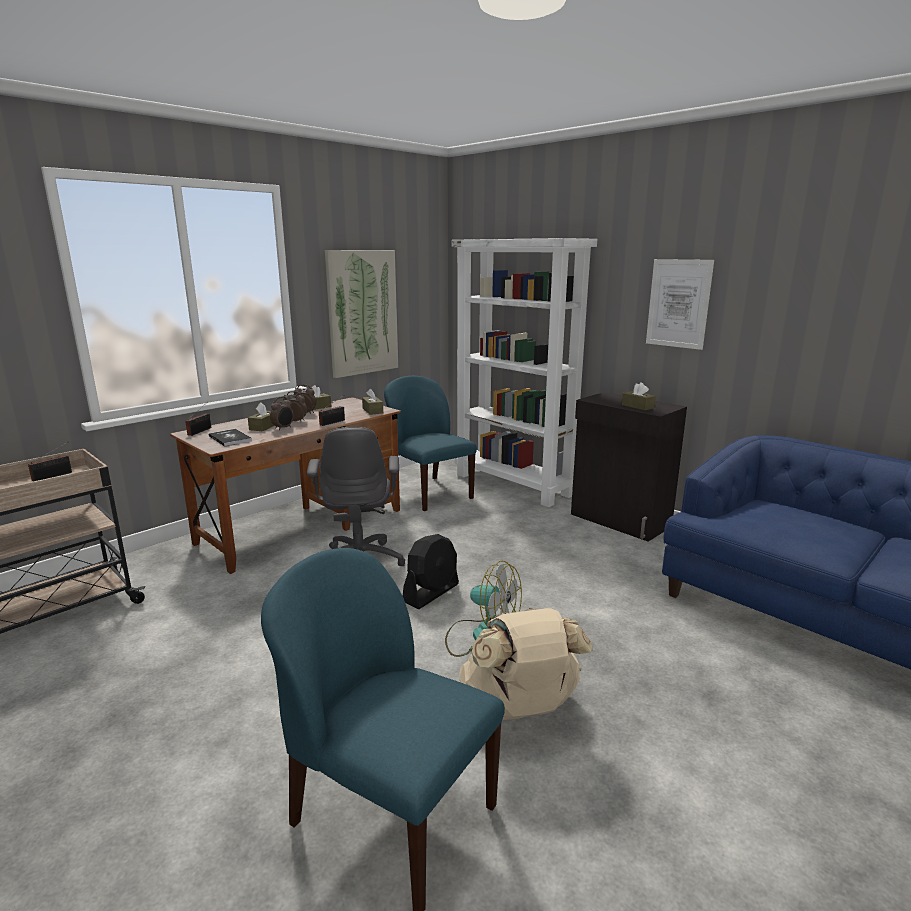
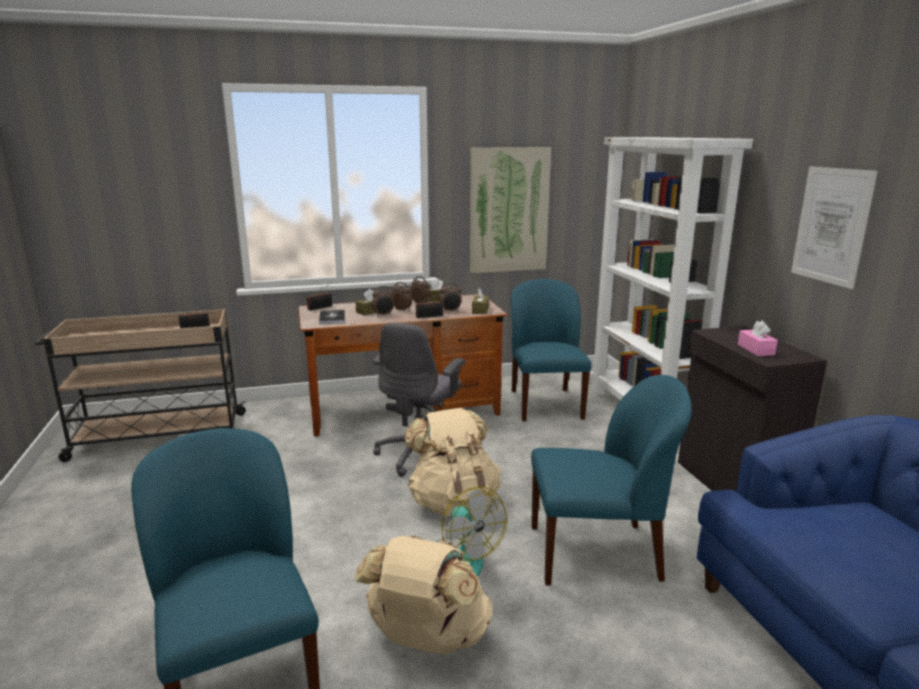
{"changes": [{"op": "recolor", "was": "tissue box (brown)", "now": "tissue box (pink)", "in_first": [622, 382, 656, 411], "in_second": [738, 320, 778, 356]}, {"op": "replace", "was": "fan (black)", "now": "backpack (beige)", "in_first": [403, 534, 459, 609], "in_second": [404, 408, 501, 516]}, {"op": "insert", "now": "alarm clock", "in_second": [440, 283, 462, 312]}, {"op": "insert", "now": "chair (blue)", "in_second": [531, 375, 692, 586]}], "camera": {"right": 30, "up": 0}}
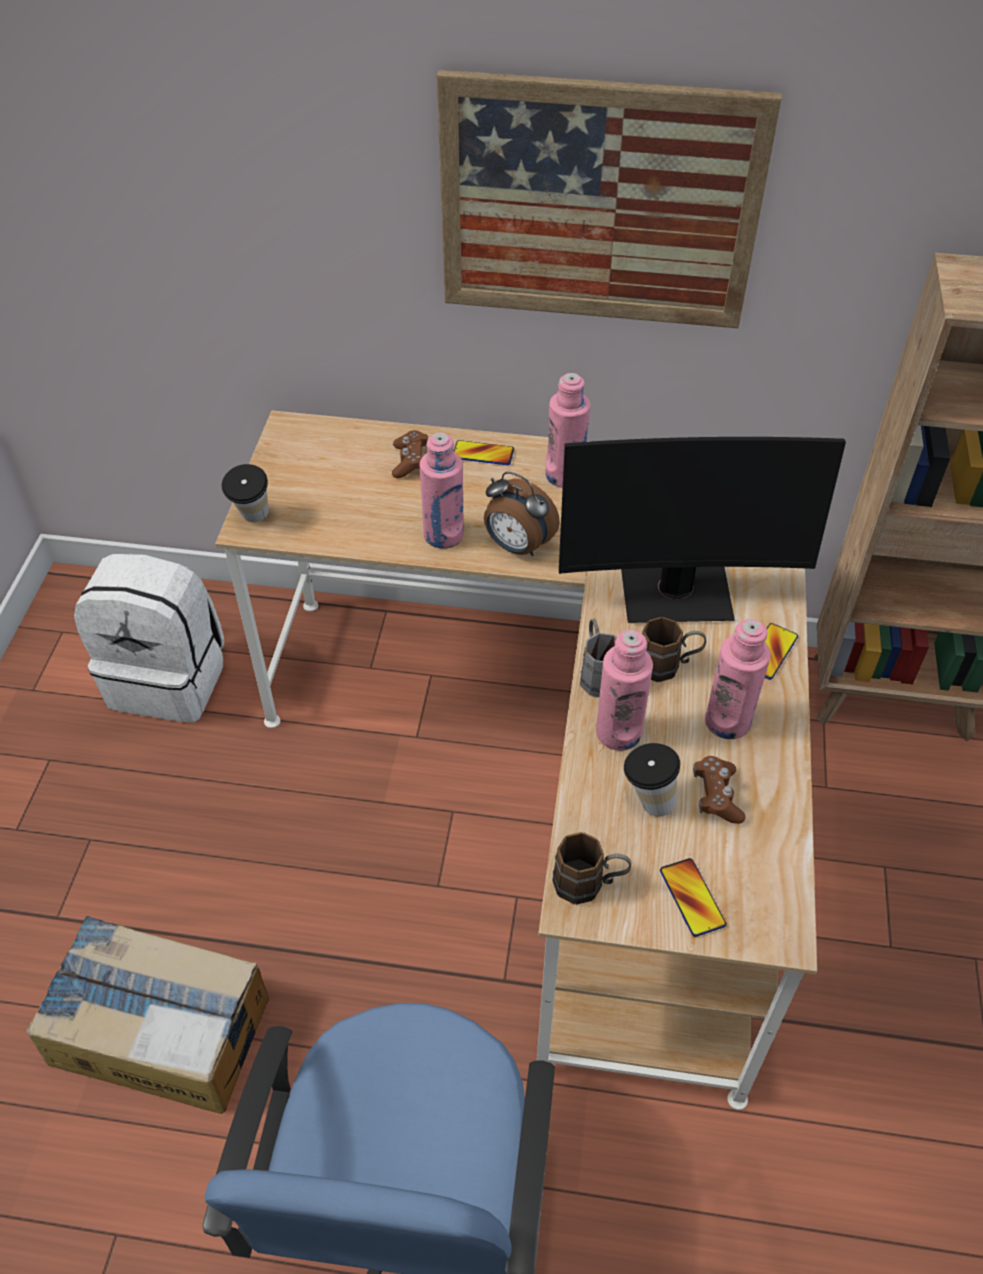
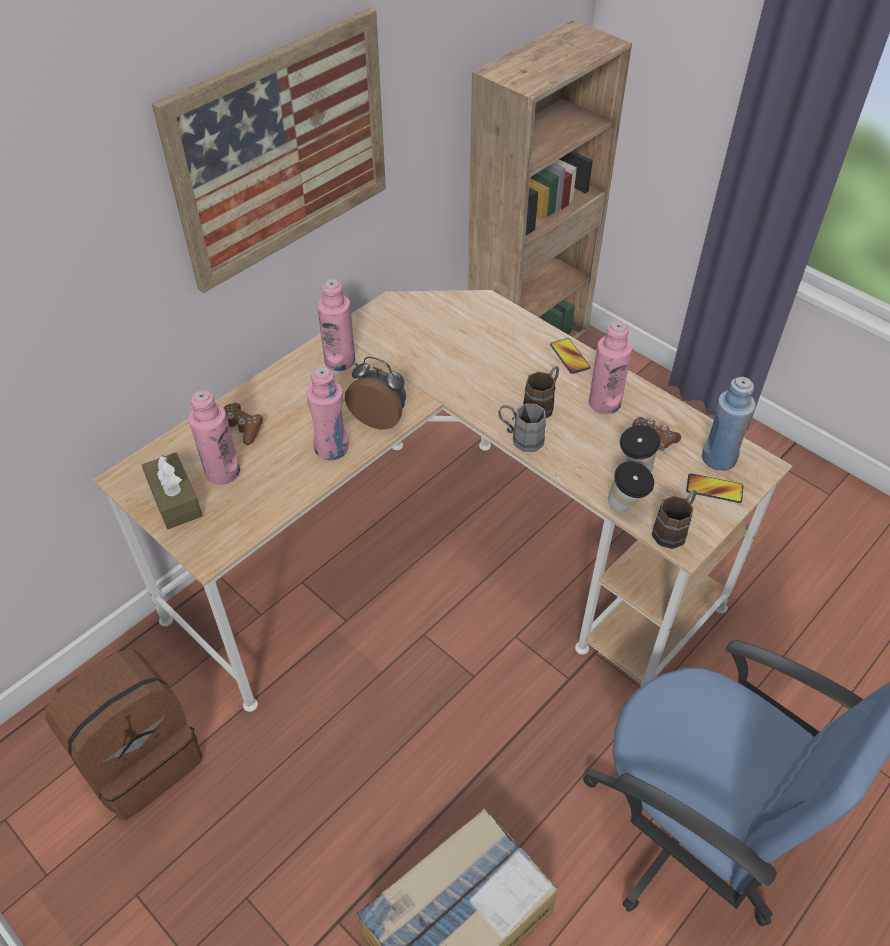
{"changes": [{"op": "delete", "was": "monitor", "in_first": [559, 437, 846, 623]}, {"op": "delete", "was": "phone", "in_first": [454, 440, 514, 465]}, {"op": "move", "was": "cup", "in_first": [222, 464, 269, 522], "in_second": [608, 461, 654, 512]}, {"op": "rotate", "was": "alarm clock", "in_first": [484, 472, 560, 556], "in_second": [345, 356, 406, 429], "clockwise": -135}, {"op": "recolor", "was": "backpack (white)", "now": "backpack (brown)", "in_first": [74, 554, 224, 723], "in_second": [45, 649, 202, 820]}, {"op": "move", "was": "bottle (pink)", "in_first": [596, 630, 653, 751], "in_second": [188, 390, 240, 485]}, {"op": "insert", "now": "bottle (blue)", "in_second": [702, 377, 756, 471]}, {"op": "insert", "now": "tissue box (brown)", "in_second": [142, 452, 203, 529]}], "camera": {"right": -55, "up": 0}}
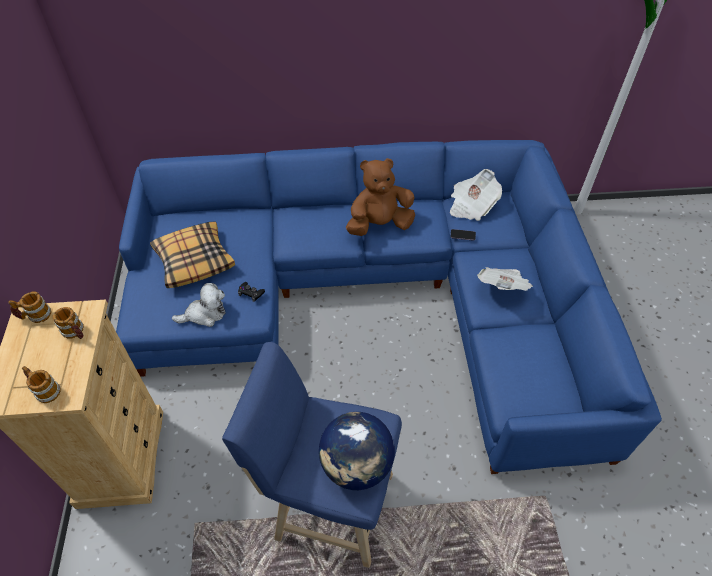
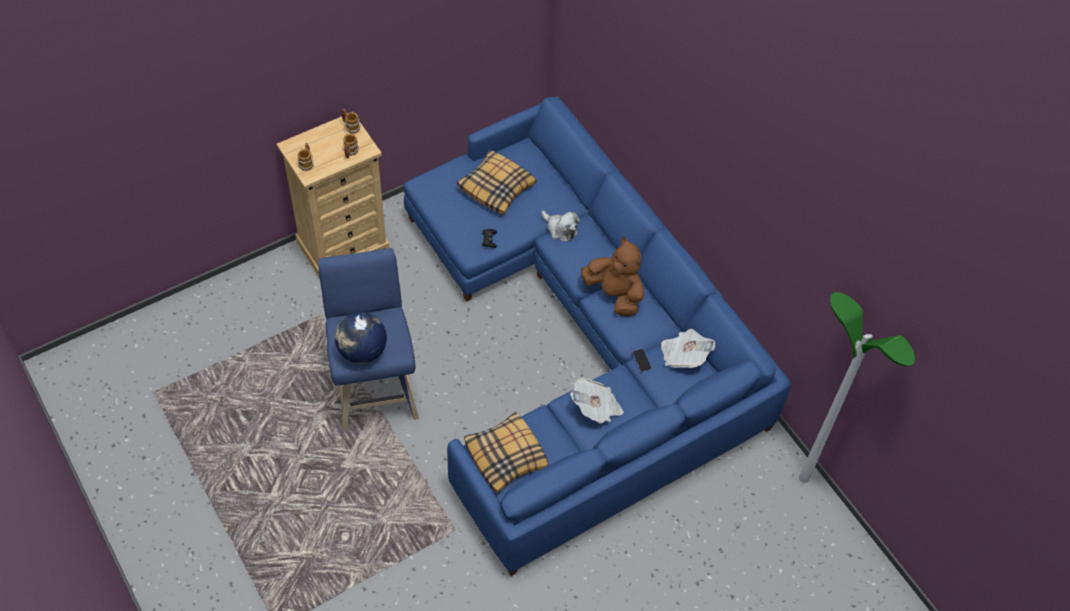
{"changes": [{"op": "move", "was": "plush toy", "in_first": [172, 283, 226, 327], "in_second": [542, 210, 580, 241]}, {"op": "insert", "now": "pillow", "in_second": [464, 412, 549, 493]}], "camera": {"right": 60, "up": 5}}
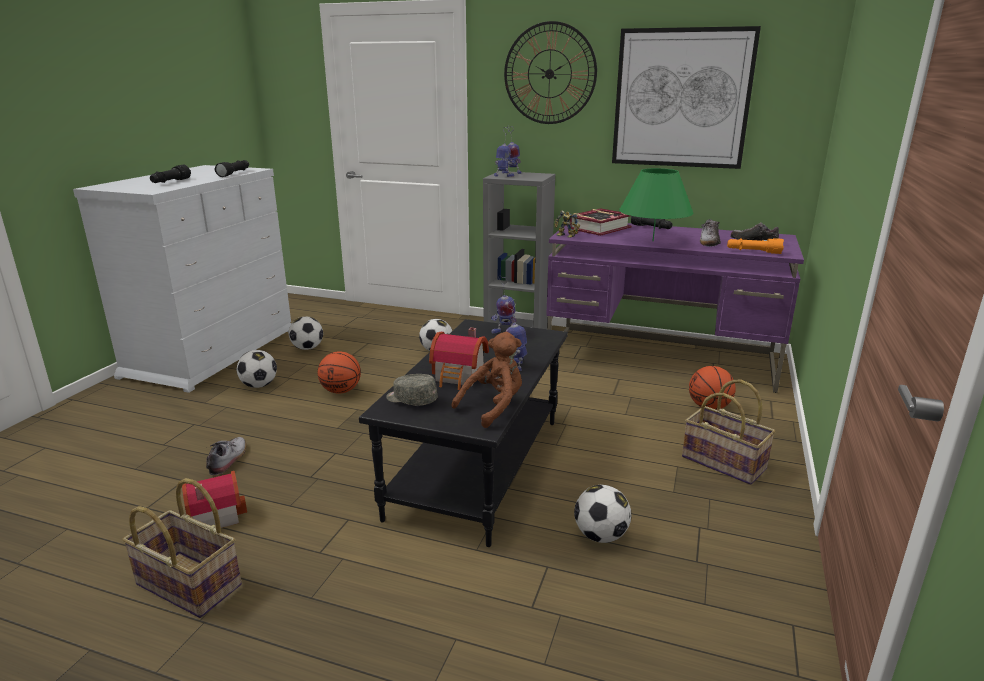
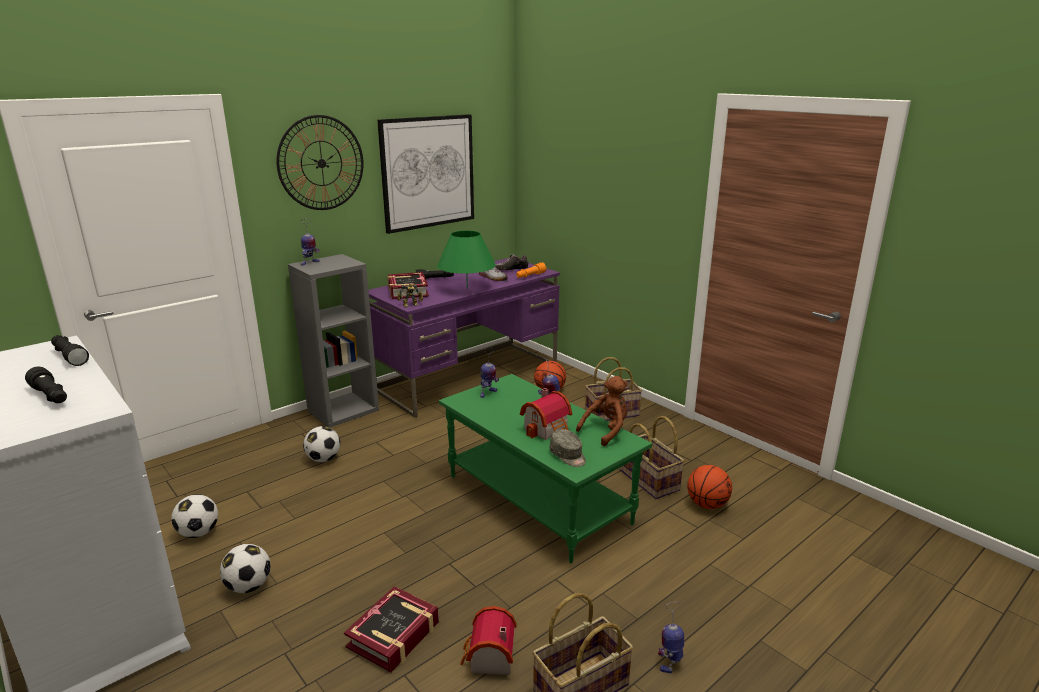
{"changes": [{"op": "move", "was": "toy robot", "in_first": [494, 127, 515, 177], "in_second": [658, 601, 684, 673]}, {"op": "recolor", "was": "coffee table (black)", "now": "coffee table (green)", "in_first": [359, 319, 568, 547], "in_second": [439, 374, 652, 563]}, {"op": "rotate", "was": "plush toy (brown)", "in_first": [451, 332, 522, 428], "in_second": [576, 376, 628, 446], "clockwise": 60}, {"op": "move", "was": "basketball", "in_first": [318, 351, 361, 394], "in_second": [687, 465, 732, 509]}, {"op": "rotate", "was": "cap (grey)", "in_first": [386, 374, 438, 406], "in_second": [550, 429, 586, 467], "clockwise": -90}, {"op": "replace", "was": "shoe", "now": "book", "in_first": [206, 437, 246, 475], "in_second": [344, 586, 439, 673]}, {"op": "replace", "was": "football", "now": "basket", "in_first": [574, 485, 631, 543], "in_second": [620, 416, 685, 499]}], "camera": {"right": -60, "up": 0}}
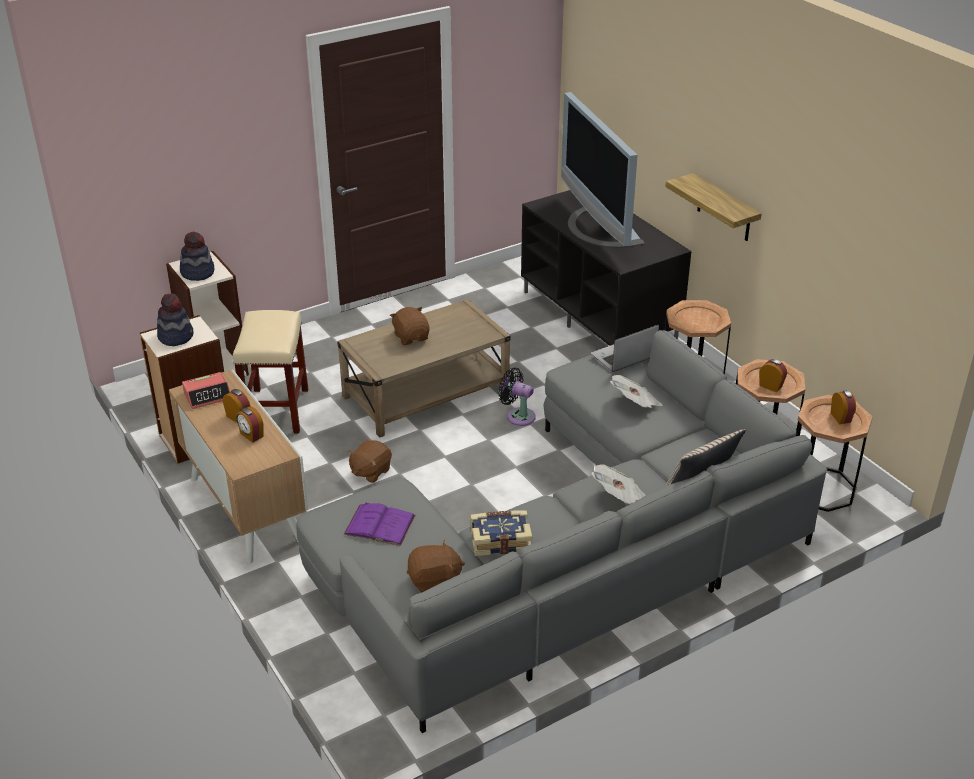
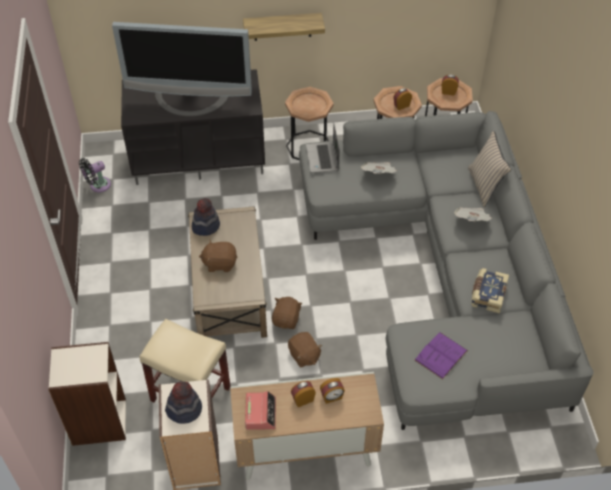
{"changes": [{"op": "move", "was": "hat", "in_first": [180, 232, 214, 281], "in_second": [191, 198, 220, 236]}, {"op": "move", "was": "fan (black)", "in_first": [498, 368, 536, 426], "in_second": [79, 158, 111, 192]}, {"op": "move", "was": "plush toy (brown)", "in_first": [407, 540, 465, 592], "in_second": [272, 297, 302, 329]}], "camera": {"right": -65, "up": 15}}
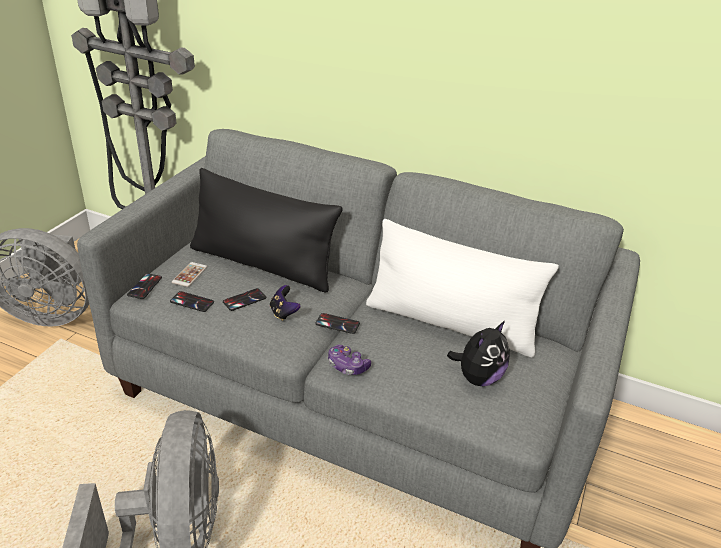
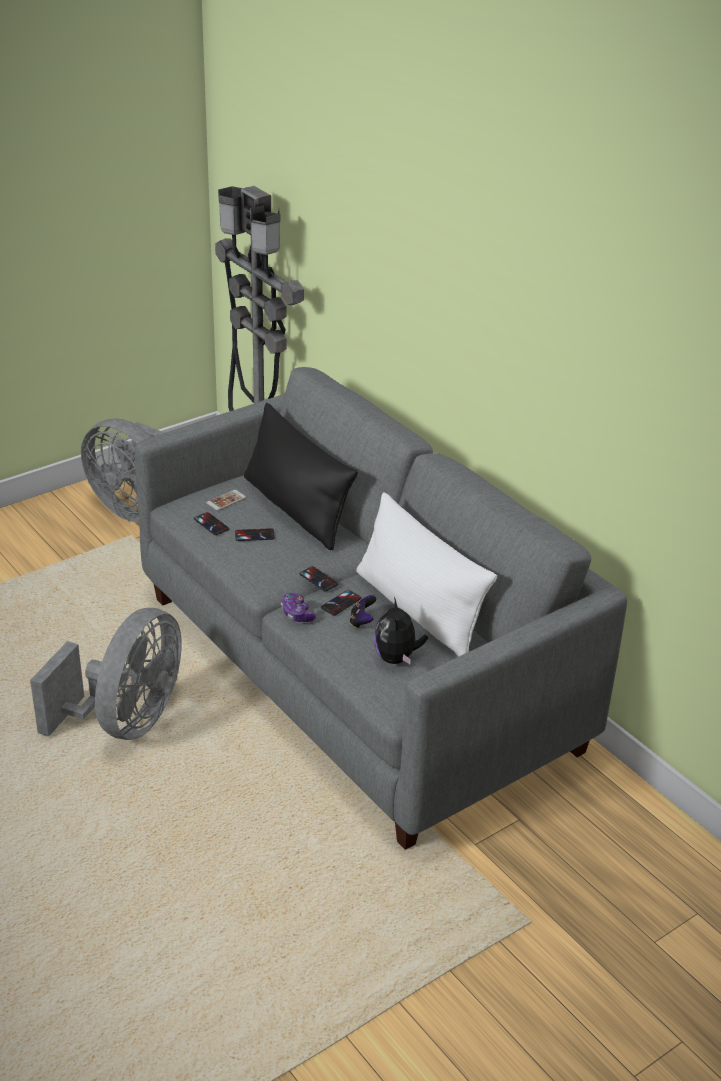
{"changes": [{"op": "move", "was": "phone", "in_first": [127, 273, 162, 299], "in_second": [321, 590, 361, 616]}, {"op": "move", "was": "game controller", "in_first": [270, 285, 301, 321], "in_second": [349, 595, 376, 628]}, {"op": "rotate", "was": "plush toy", "in_first": [447, 321, 510, 386], "in_second": [374, 597, 428, 664], "clockwise": 105}], "camera": {"right": 30, "up": 0}}
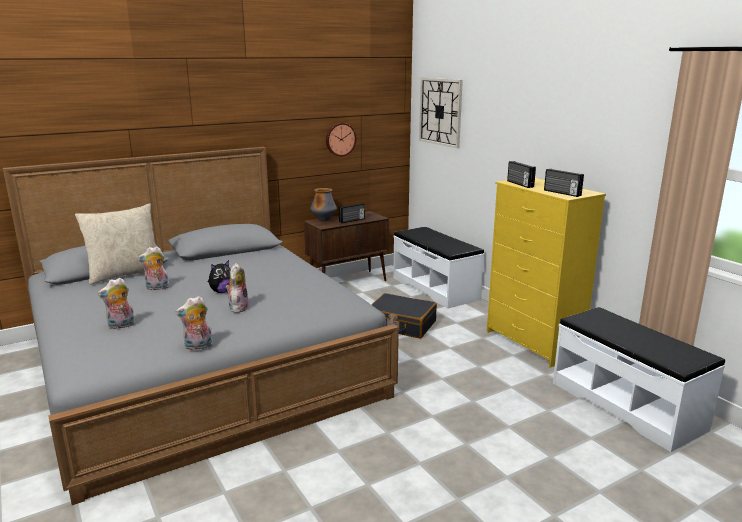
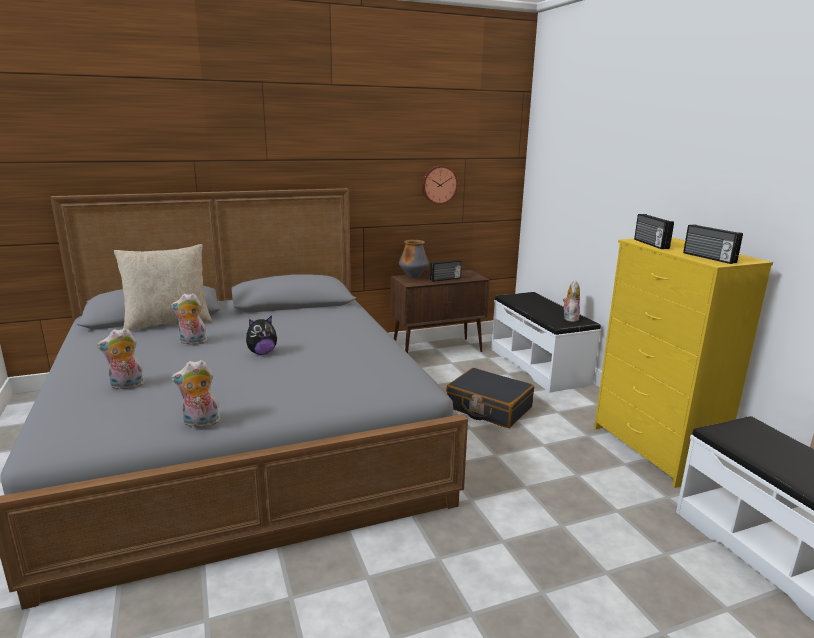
{"changes": [{"op": "delete", "was": "wall clock", "in_first": [419, 78, 463, 148]}, {"op": "move", "was": "plush toy", "in_first": [226, 263, 249, 313], "in_second": [563, 280, 580, 322]}], "camera": {"right": 10, "up": 0}}
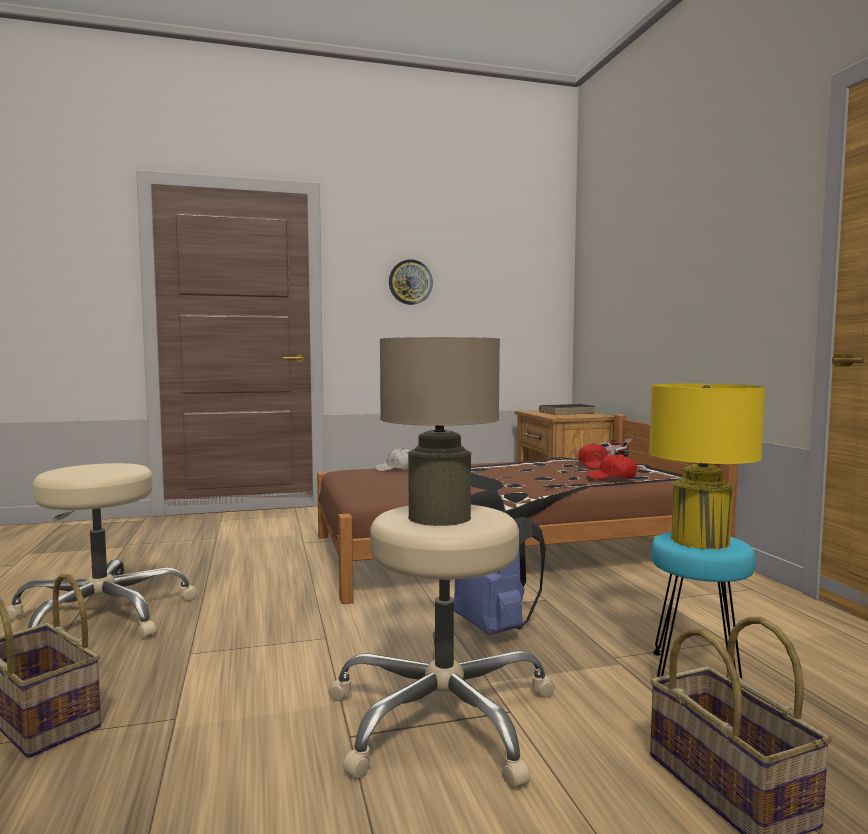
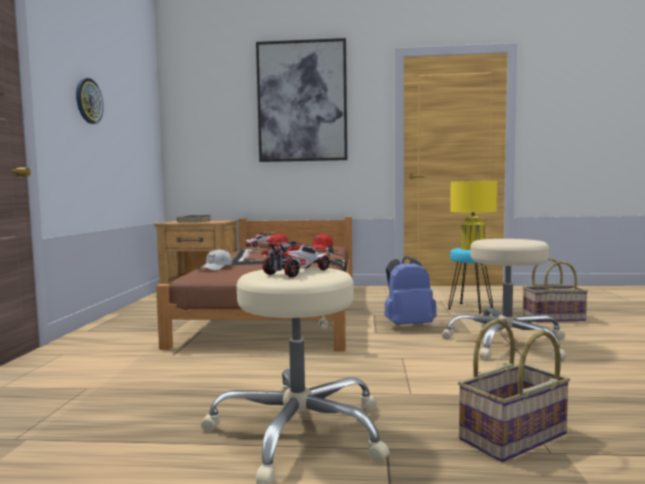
{"changes": [{"op": "delete", "was": "table lamp (beige)", "in_first": [380, 337, 500, 526]}, {"op": "insert", "now": "picture", "in_second": [256, 38, 347, 162]}, {"op": "insert", "now": "toy car", "in_second": [259, 241, 331, 278]}], "camera": {"right": -70, "up": 0}}
